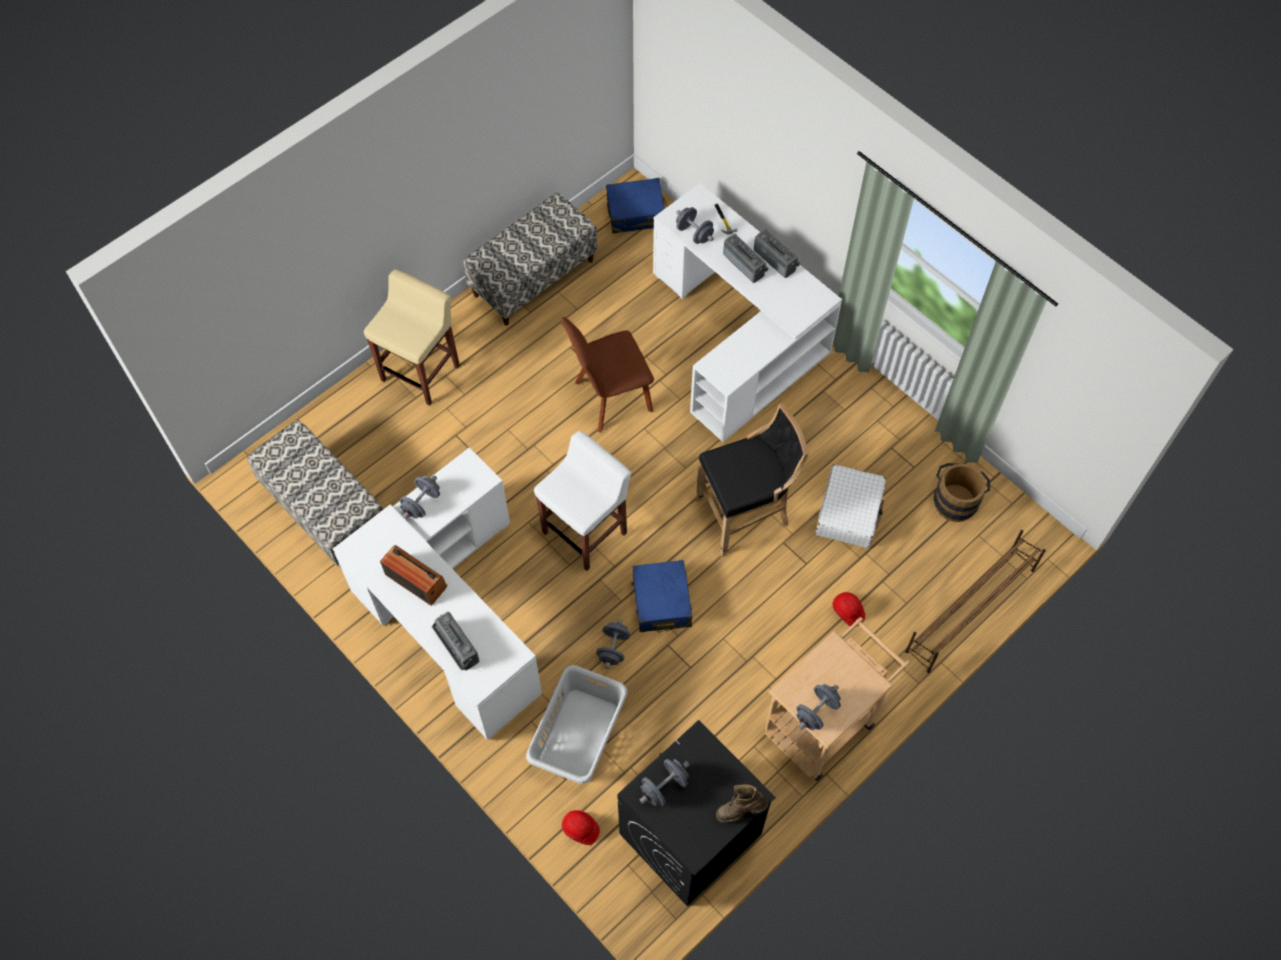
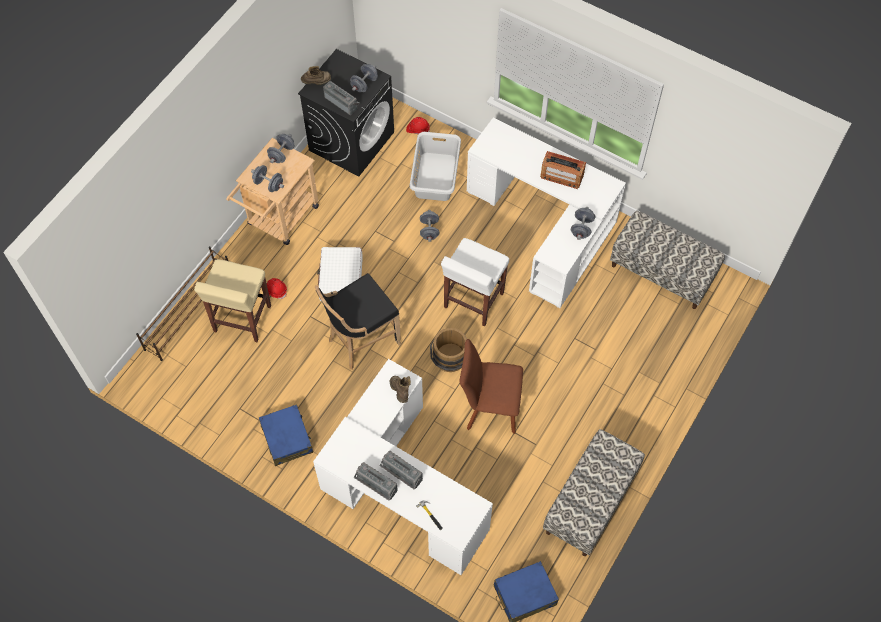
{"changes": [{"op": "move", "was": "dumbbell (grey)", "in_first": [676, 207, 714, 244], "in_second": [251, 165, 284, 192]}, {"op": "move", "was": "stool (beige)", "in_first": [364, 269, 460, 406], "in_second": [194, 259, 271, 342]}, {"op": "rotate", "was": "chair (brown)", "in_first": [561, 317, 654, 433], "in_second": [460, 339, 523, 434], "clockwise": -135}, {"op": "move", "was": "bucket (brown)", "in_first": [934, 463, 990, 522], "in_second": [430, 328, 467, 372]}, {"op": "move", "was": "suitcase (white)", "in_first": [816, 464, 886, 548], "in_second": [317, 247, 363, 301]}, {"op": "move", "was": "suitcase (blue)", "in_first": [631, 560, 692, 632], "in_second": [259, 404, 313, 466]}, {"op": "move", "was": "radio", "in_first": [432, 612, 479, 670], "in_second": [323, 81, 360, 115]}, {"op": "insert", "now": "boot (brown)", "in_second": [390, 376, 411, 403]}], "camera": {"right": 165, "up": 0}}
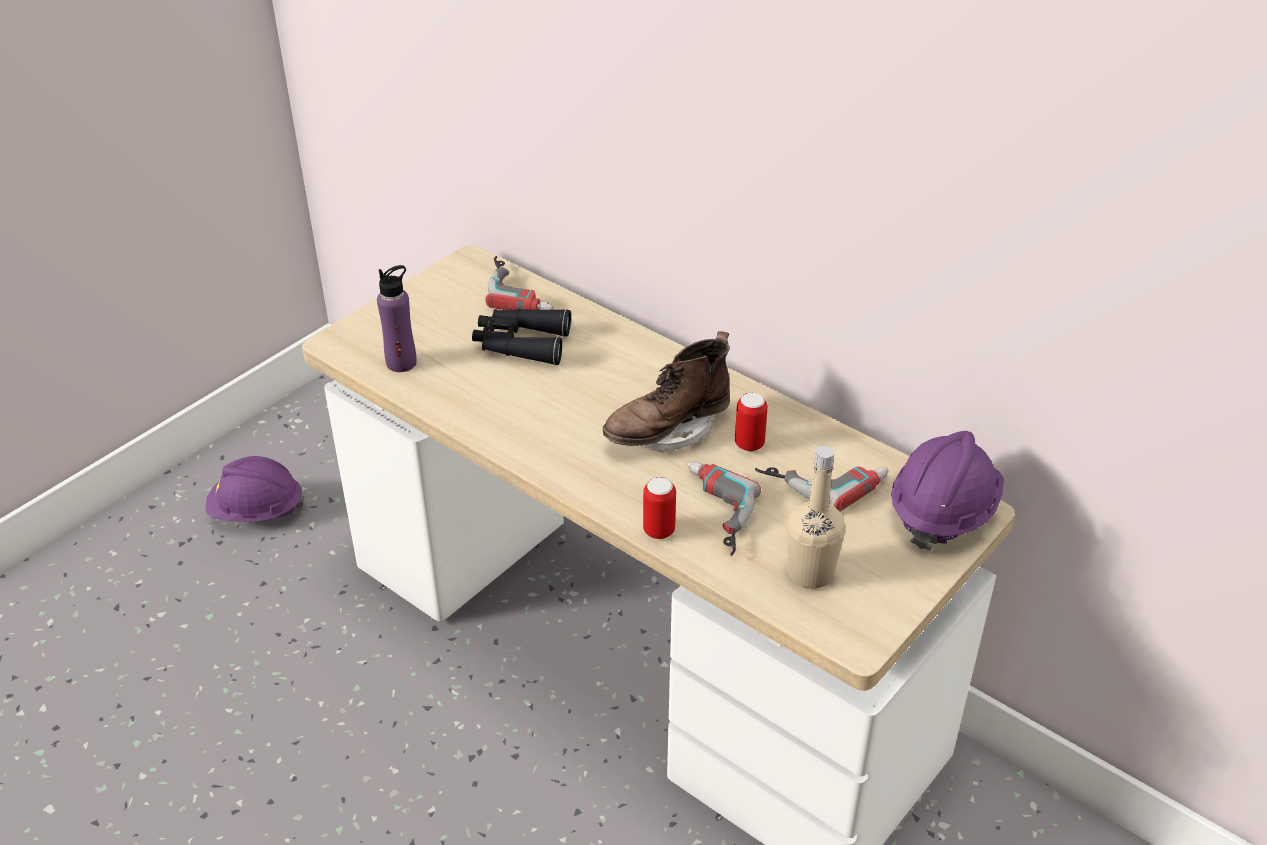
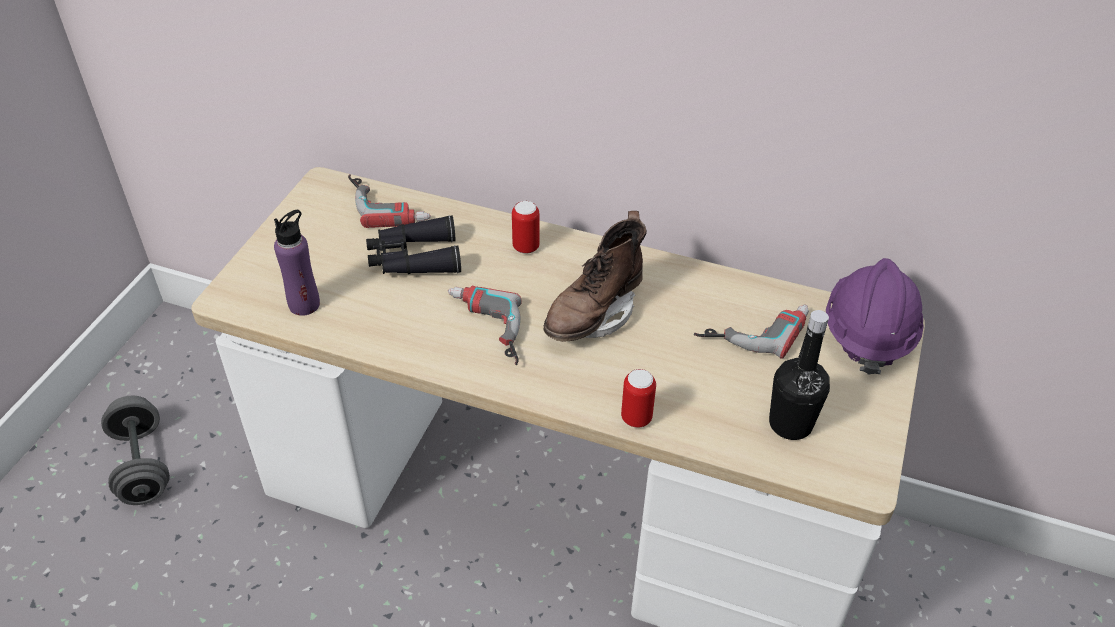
{"changes": [{"op": "move", "was": "can", "in_first": [735, 393, 768, 451], "in_second": [512, 201, 540, 254]}, {"op": "recolor", "was": "bottle (beige)", "now": "bottle (black)", "in_first": [787, 446, 845, 589], "in_second": [769, 310, 830, 440]}, {"op": "replace", "was": "hard hat (purple)", "now": "dumbbell (grey)", "in_first": [206, 456, 305, 522], "in_second": [101, 396, 170, 505]}, {"op": "move", "was": "power drill", "in_first": [687, 461, 761, 556], "in_second": [448, 286, 522, 366]}], "camera": {"right": -20, "up": 5}}
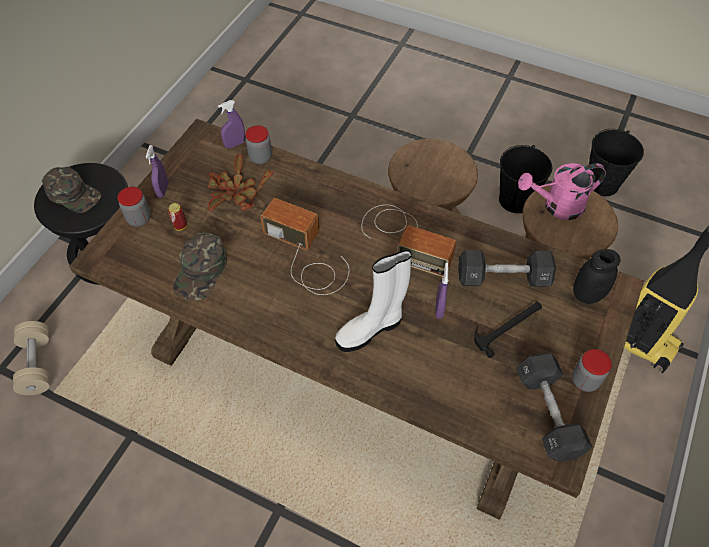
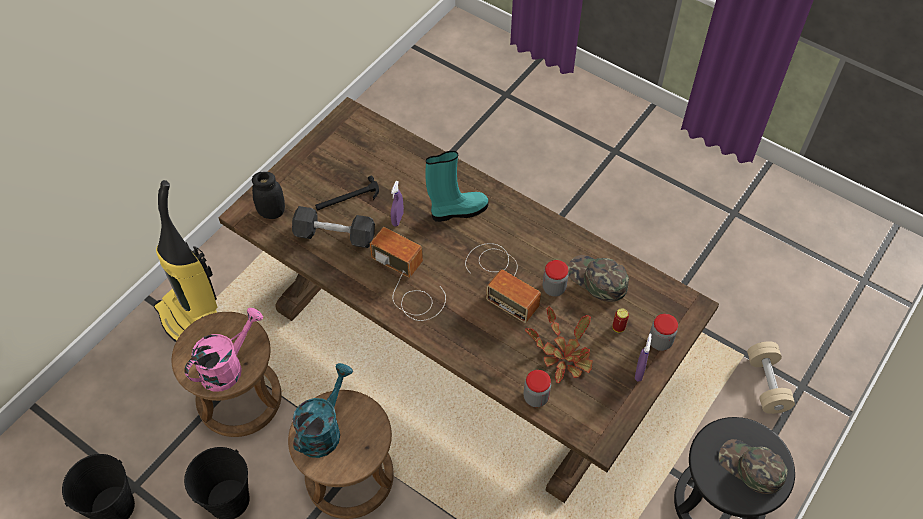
{"changes": [{"op": "delete", "was": "spray bottle (purple)", "in_first": [218, 100, 245, 149]}, {"op": "rotate", "was": "watering can (pink)", "in_first": [518, 163, 606, 220], "in_second": [184, 308, 263, 392], "clockwise": -45}, {"op": "rotate", "was": "cap (green)", "in_first": [173, 233, 227, 301], "in_second": [568, 255, 629, 302], "clockwise": -75}, {"op": "recolor", "was": "boot (white)", "now": "boot (turquoise)", "in_first": [335, 250, 412, 352], "in_second": [426, 151, 488, 222]}, {"op": "move", "was": "jar", "in_first": [572, 349, 612, 392], "in_second": [543, 260, 569, 296]}, {"op": "delete", "was": "dumbbell (black)", "in_first": [516, 353, 592, 462]}, {"op": "insert", "now": "watering can (turquoise)", "in_second": [293, 363, 353, 458]}], "camera": {"right": -170, "up": 0}}
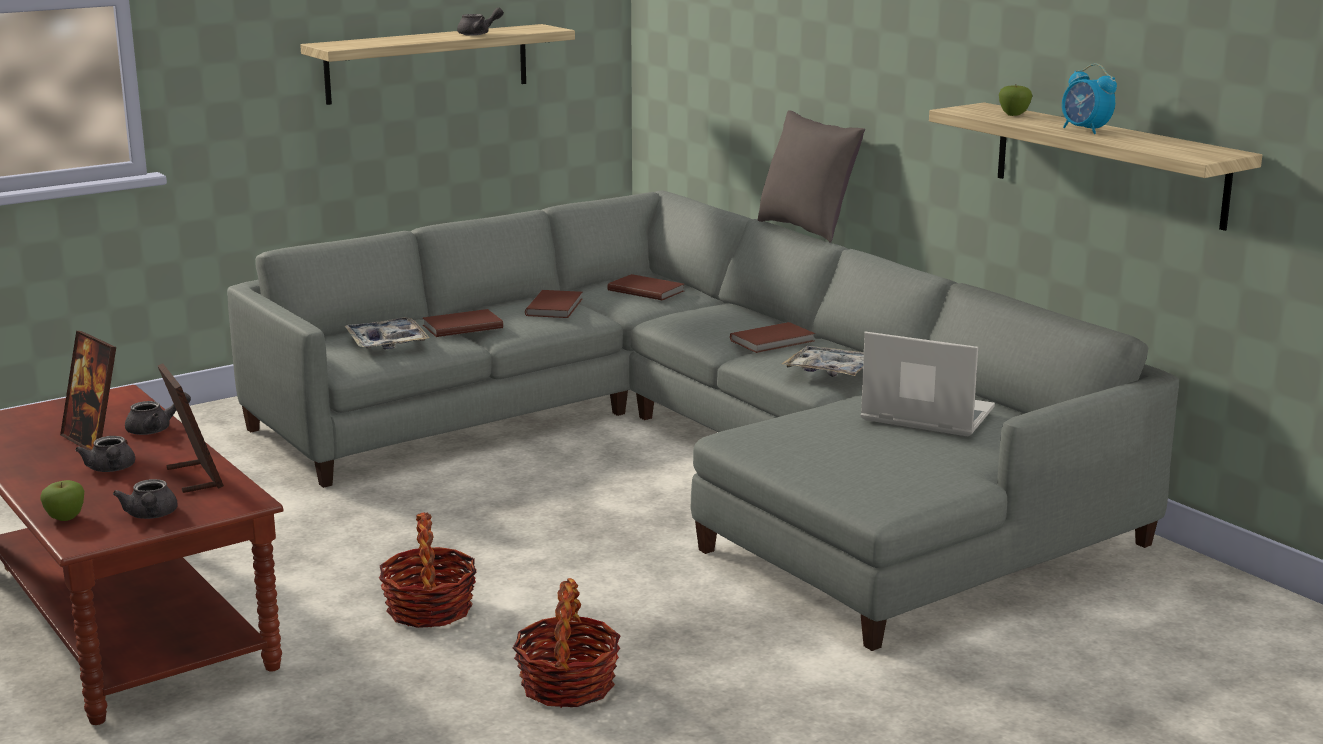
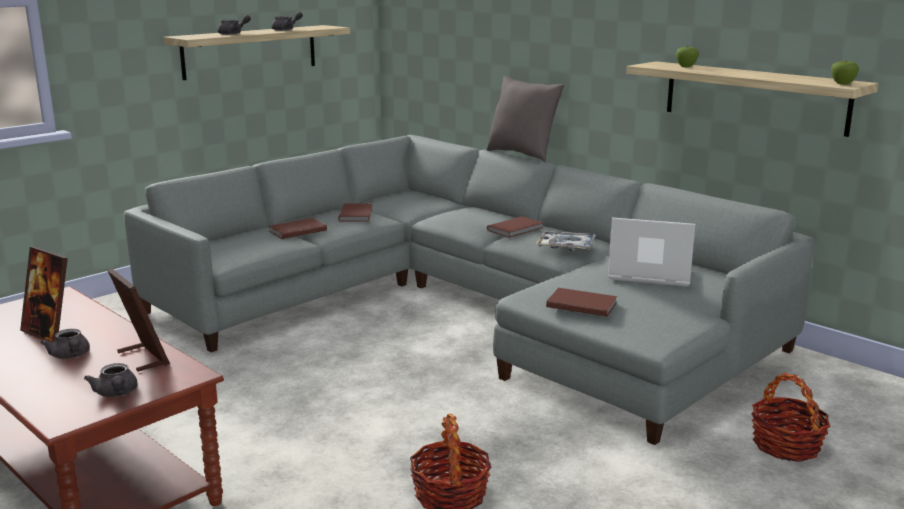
{"changes": [{"op": "delete", "was": "alarm clock", "in_first": [1062, 64, 1117, 134]}, {"op": "move", "was": "book (brown)", "in_first": [607, 274, 684, 300], "in_second": [546, 288, 617, 317]}, {"op": "delete", "was": "tray", "in_first": [345, 317, 429, 350]}, {"op": "move", "was": "teapot (grey)", "in_first": [125, 392, 191, 435], "in_second": [218, 15, 251, 35]}, {"op": "move", "was": "apple", "in_first": [40, 480, 84, 521], "in_second": [831, 60, 859, 85]}, {"op": "move", "was": "basket", "in_first": [379, 513, 477, 628], "in_second": [751, 373, 830, 462]}], "camera": {"right": -10, "up": 0}}
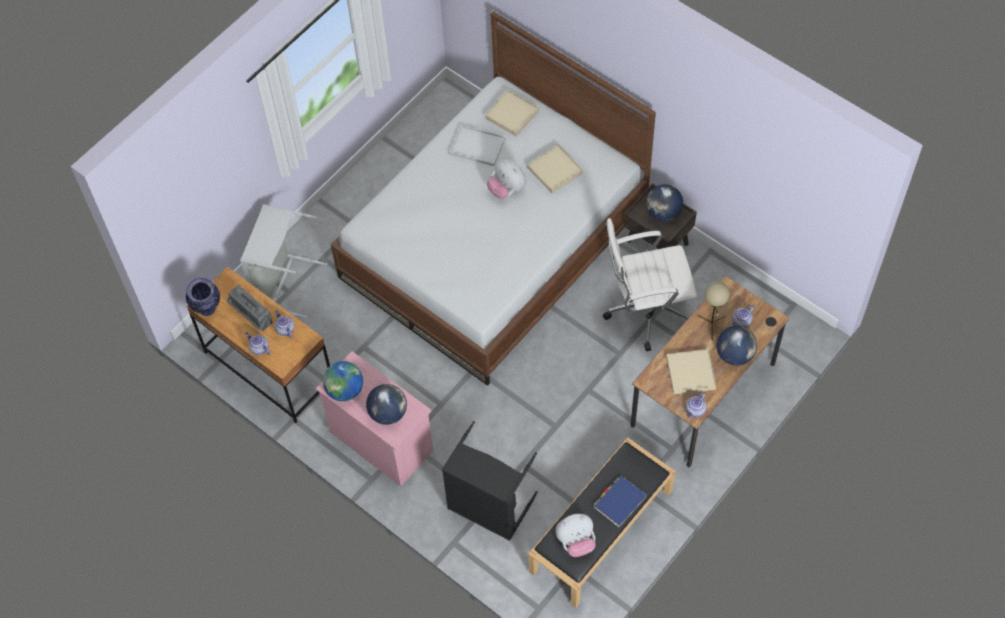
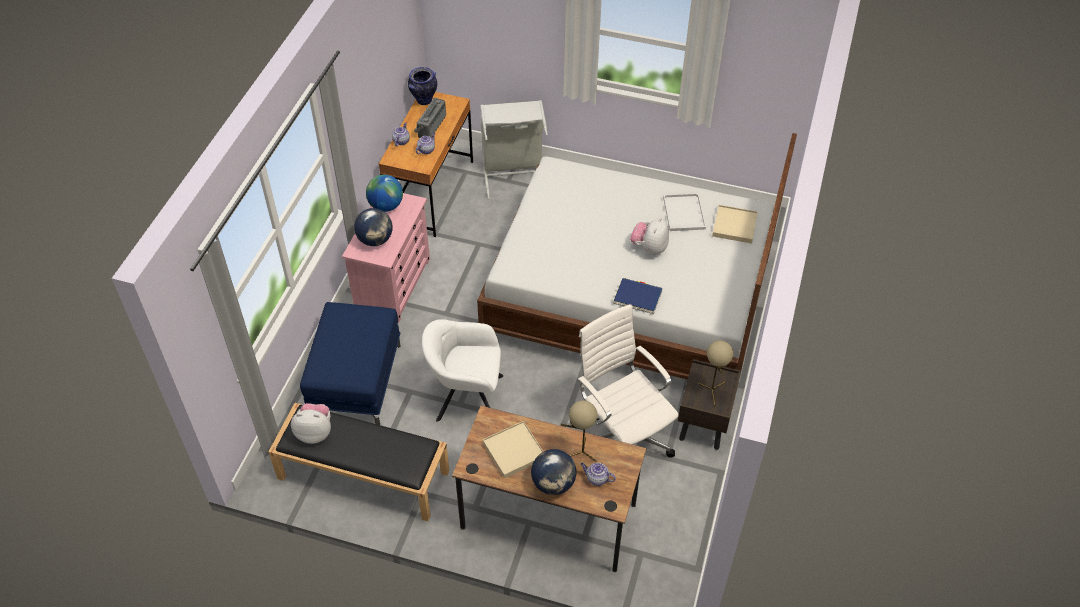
{"changes": [{"op": "delete", "was": "tray (beige)", "in_first": [528, 145, 583, 194]}, {"op": "replace", "was": "globe", "now": "table lamp (beige)", "in_first": [646, 184, 683, 222], "in_second": [697, 341, 733, 406]}, {"op": "delete", "was": "teapot", "in_first": [686, 392, 707, 418]}, {"op": "replace", "was": "laundry basket (black)", "now": "ottoman (blue)", "in_first": [442, 421, 538, 541], "in_second": [300, 302, 401, 425]}, {"op": "move", "was": "book (blue)", "in_first": [593, 476, 647, 527], "in_second": [614, 278, 663, 314]}, {"op": "rotate", "was": "plush toy", "in_first": [555, 514, 596, 557], "in_second": [291, 403, 331, 444], "clockwise": 135}, {"op": "insert", "now": "armchair (white)", "in_second": [422, 319, 503, 422]}], "camera": {"right": 65, "up": -10}}
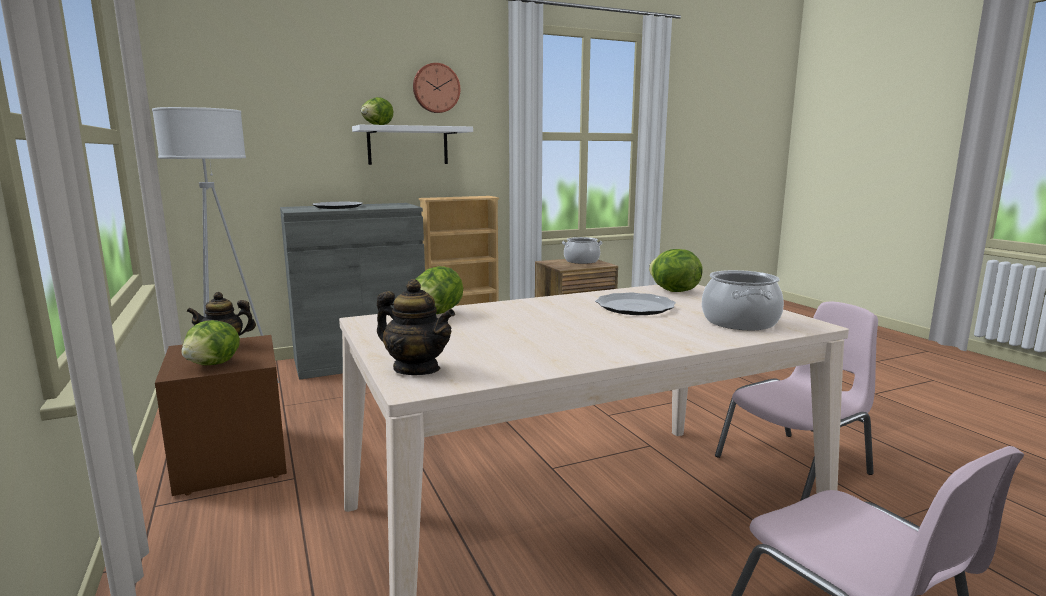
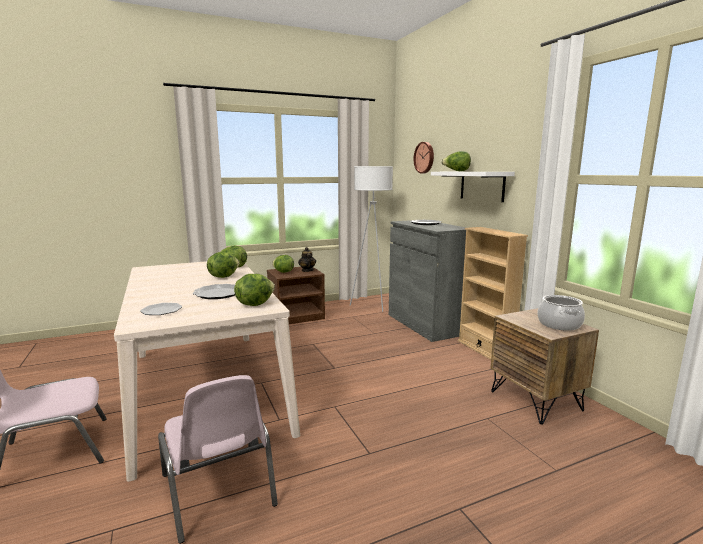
{"changes": [{"op": "move", "was": "wall clock", "in_first": [413, 63, 460, 113], "in_second": [414, 142, 434, 173]}, {"op": "replace", "was": "cooking pot", "now": "plate", "in_first": [702, 270, 784, 330], "in_second": [140, 303, 182, 315]}, {"op": "delete", "was": "teapot", "in_first": [377, 279, 455, 375]}, {"op": "insert", "now": "lettuce", "in_second": [207, 252, 239, 278]}], "camera": {"right": 90, "up": 0}}
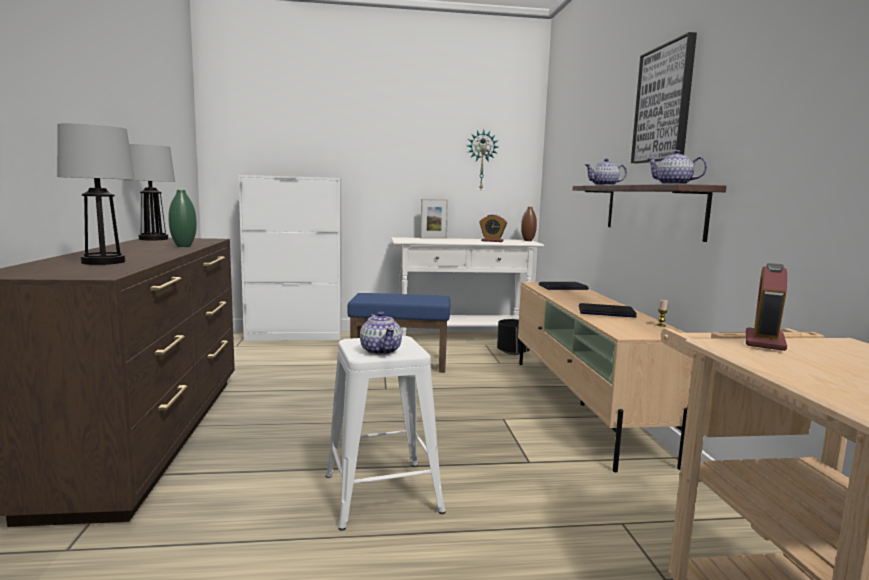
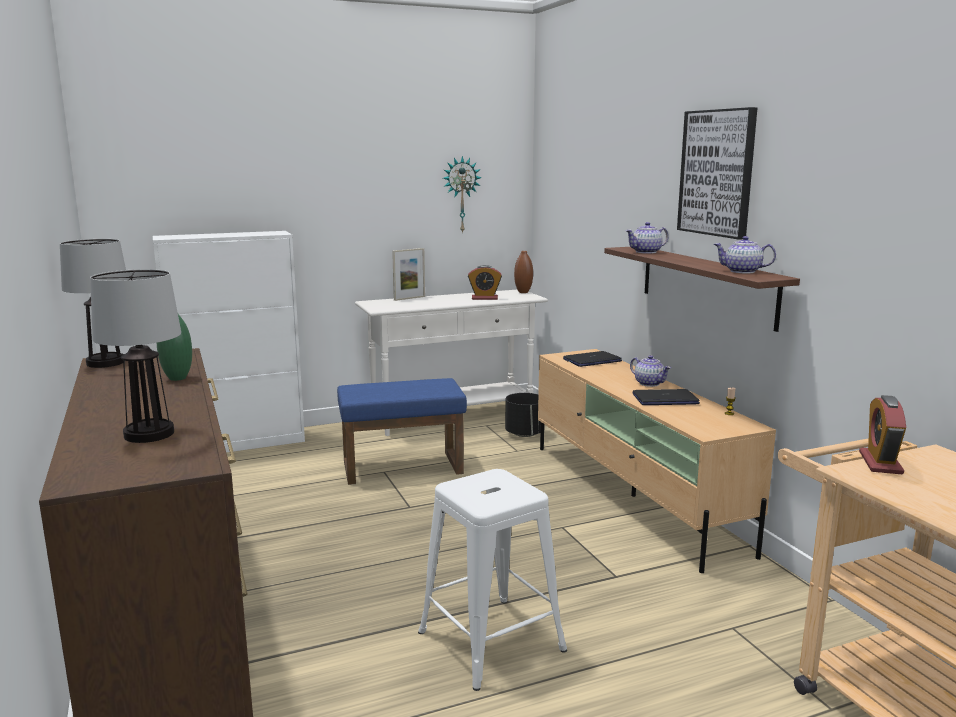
{"changes": [{"op": "move", "was": "teapot", "in_first": [360, 312, 402, 355], "in_second": [630, 355, 671, 387]}], "camera": {"right": -15, "up": 5}}
